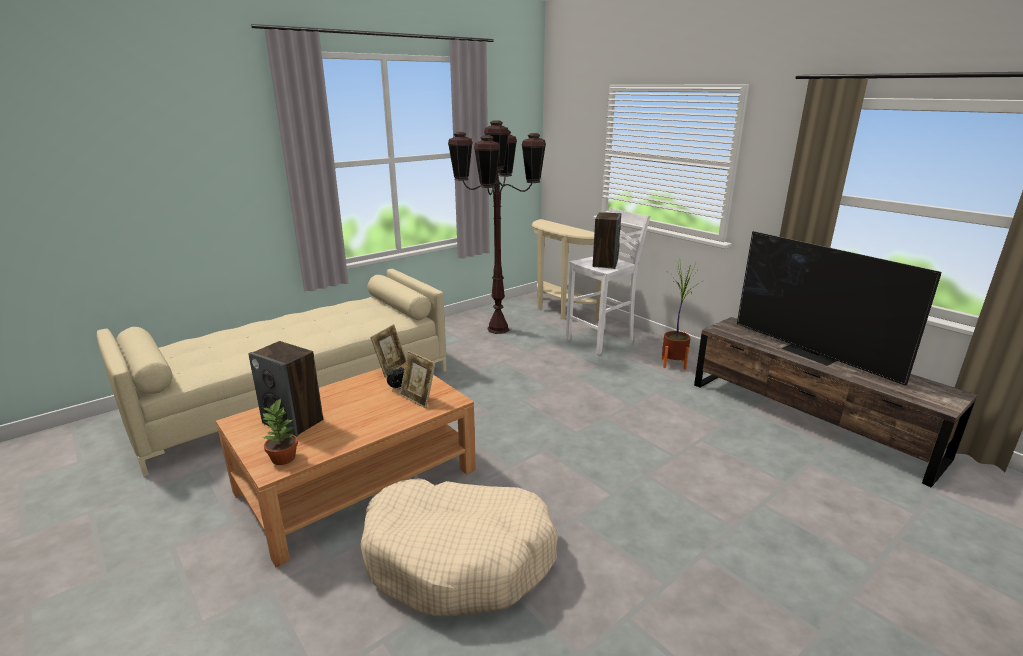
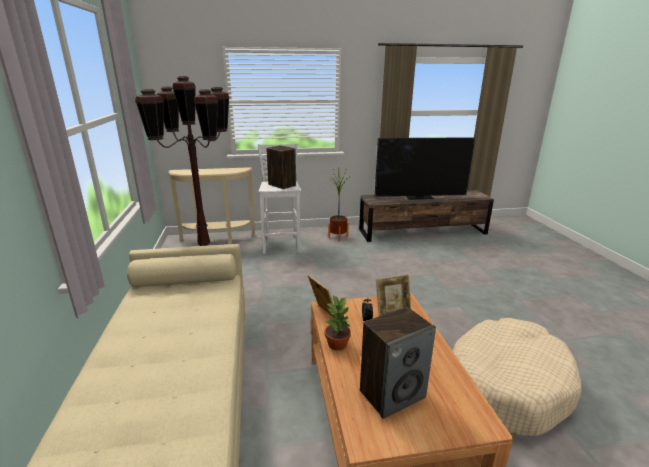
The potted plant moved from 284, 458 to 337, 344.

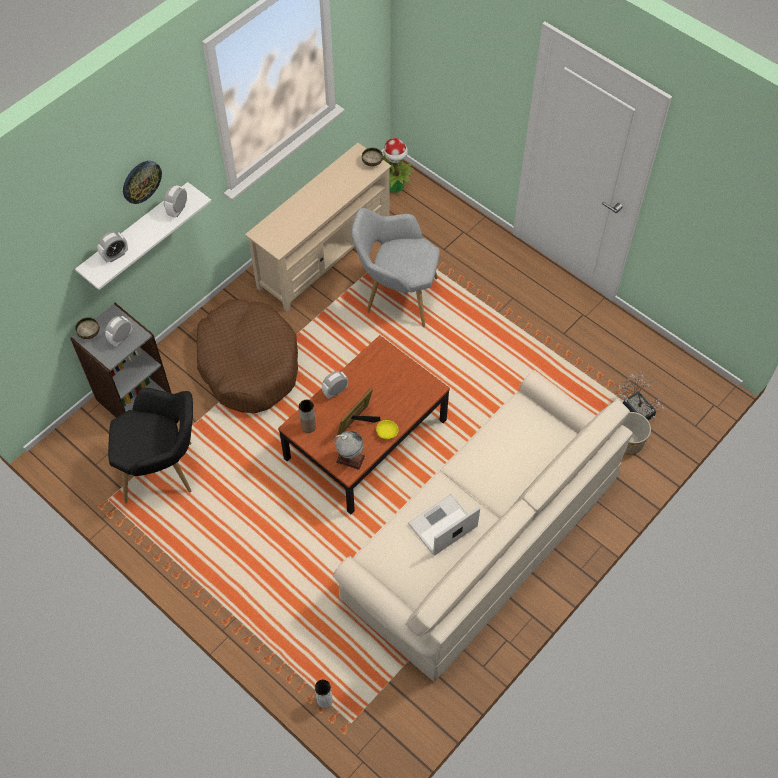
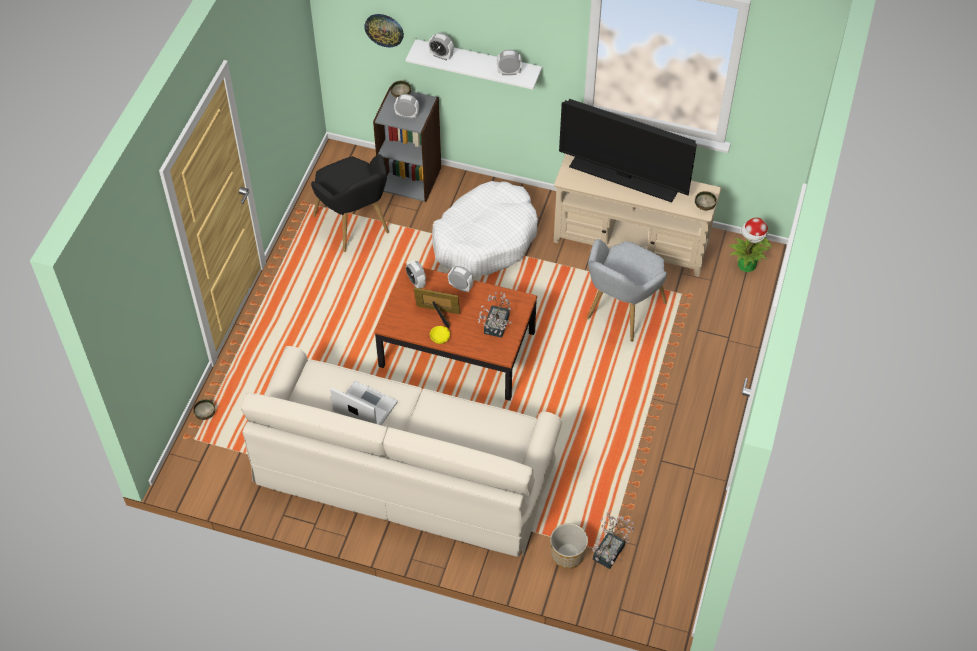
The wall clock moved from 141, 181 to 384, 29.
The dog bed (brown) at 248, 364 became the dog bed (white) at 485, 238.
The vase (brown) at 308, 426 was replaced by the alarm clock at 416, 282.
The vase (white) at 324, 700 was replaced by the bowl at 205, 414.
The globe at 350, 459 disappeared.
The armchair (grey) at 396, 295 turned 135 degrees counterclockwise.
The potted plant at 495, 327 appeared.
The television at 624, 178 appeared.

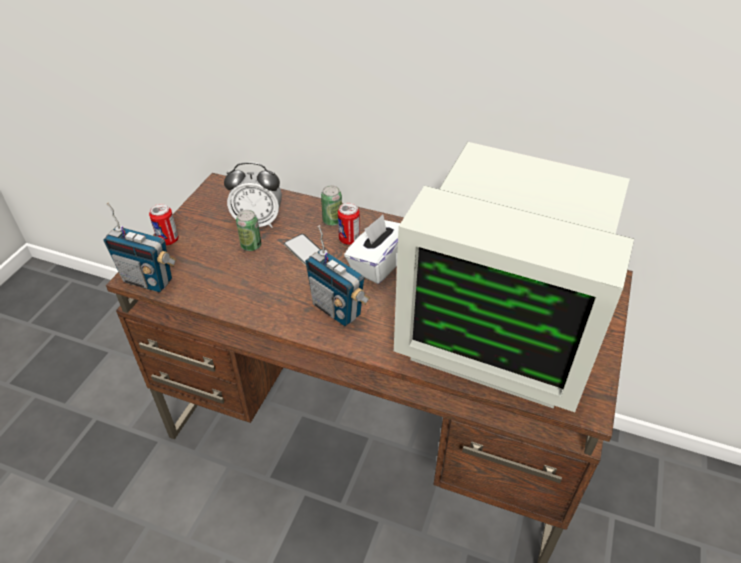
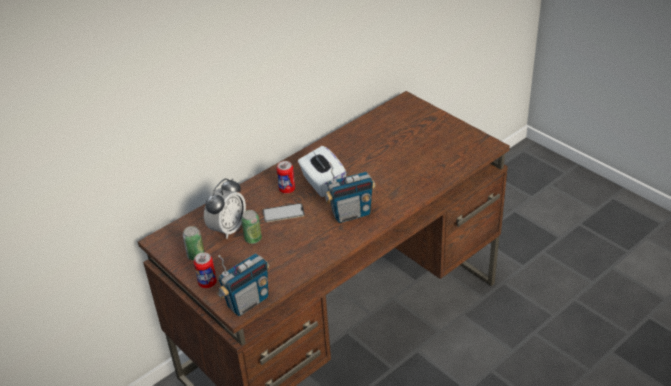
The can moved from 332, 221 to 196, 255.
The monitor at 499, 331 disappeared.

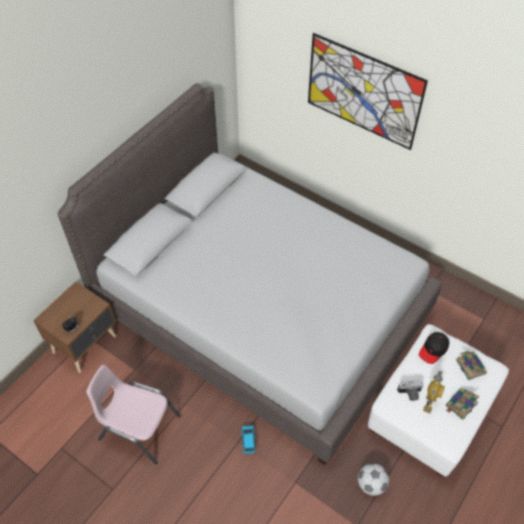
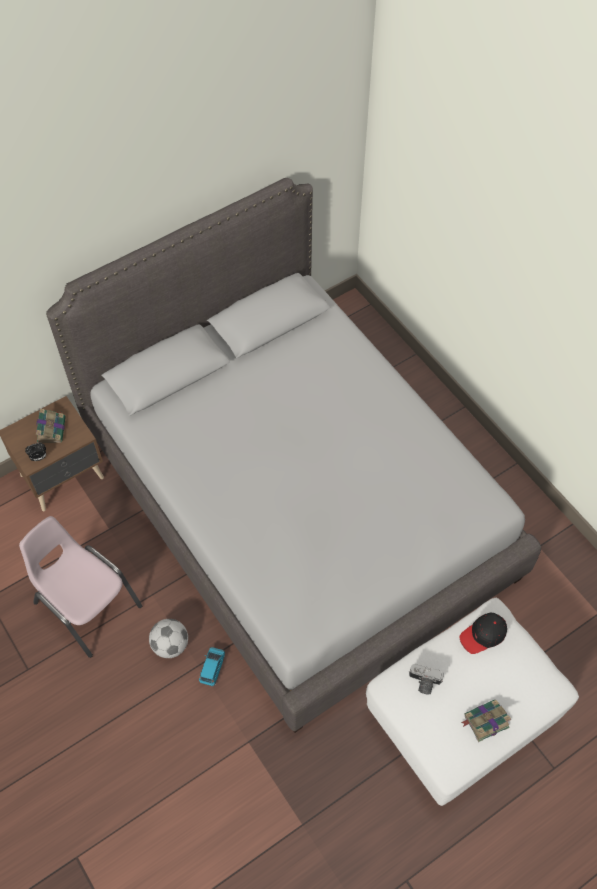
The picture at 363, 92 disappeared.
The football moved from 371, 484 to 170, 645.
The toy robot at 429, 403 disappeared.
The book moved from 470, 366 to 51, 429.

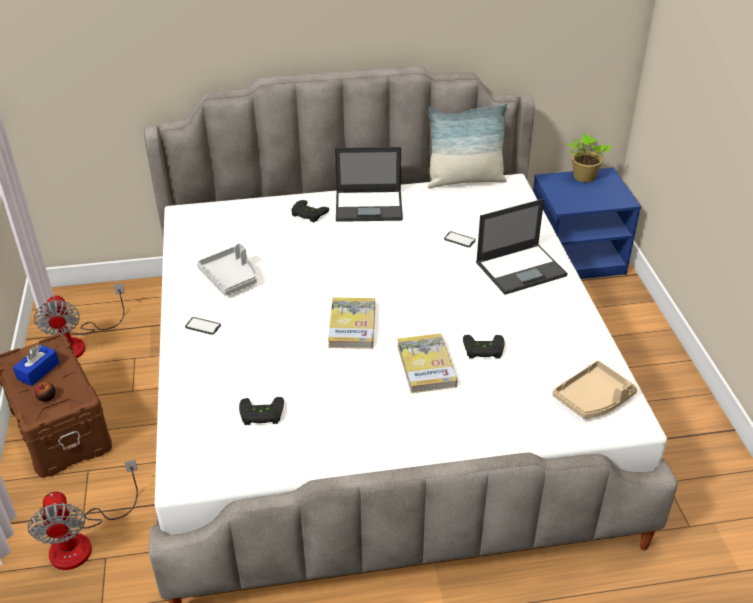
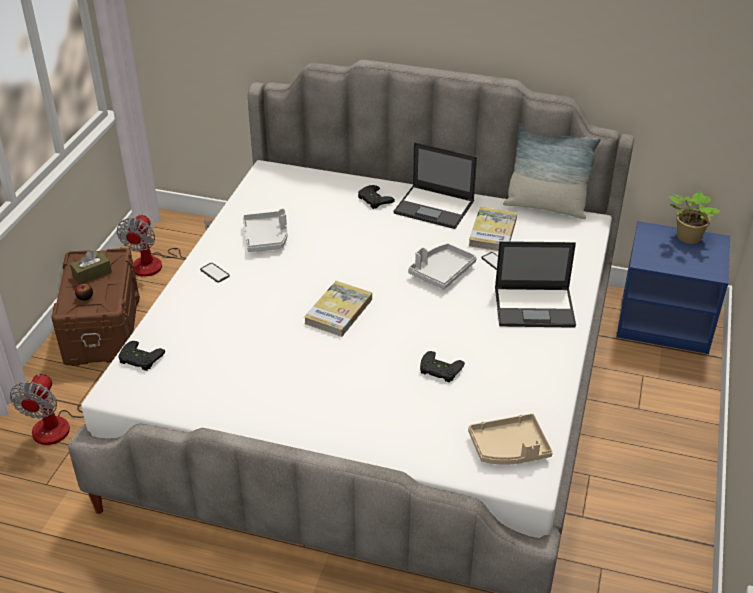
The tissue box (blue) at 38, 371 became the tissue box (brown) at 92, 274.
The game controller (black) moved from 261, 415 to 139, 359.
The book moved from 426, 366 to 493, 232.
The tray (grey) at 441, 272 appeared.

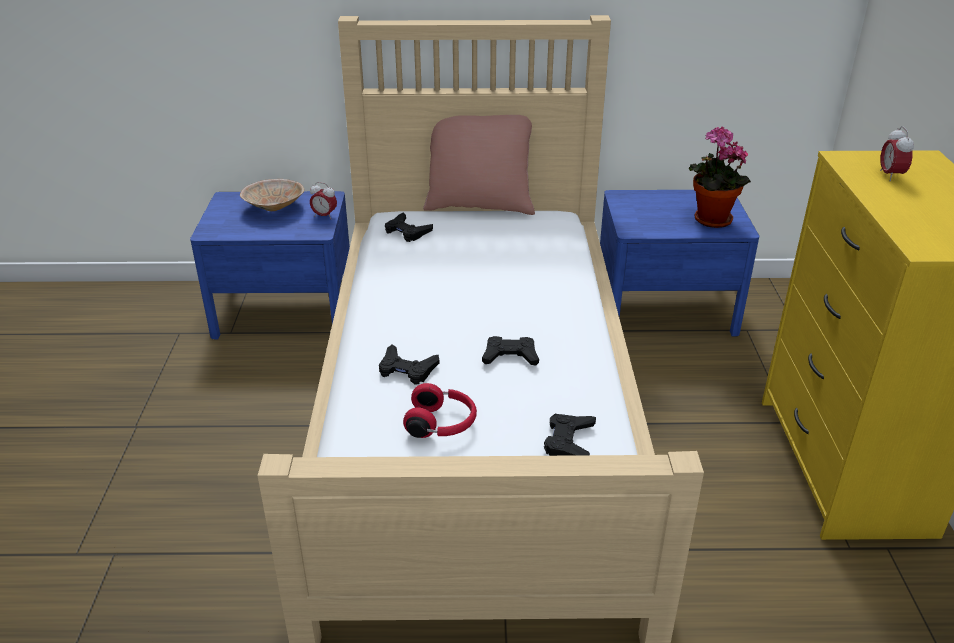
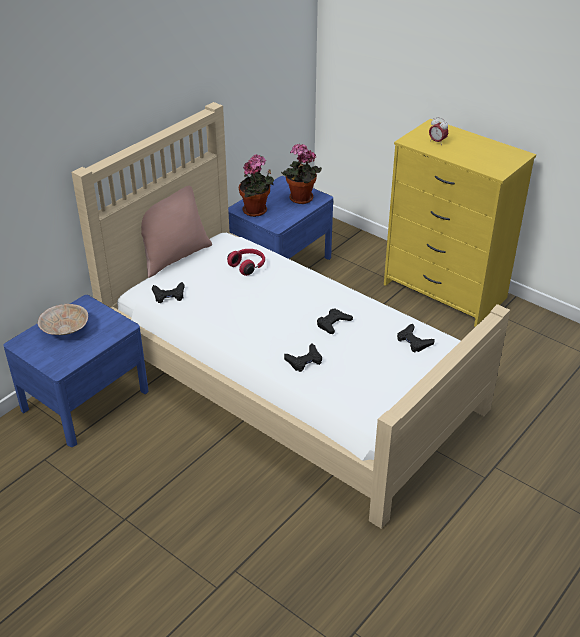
The alarm clock at 324, 216 disappeared.
The headphones (red) moved from 442, 424 to 248, 266.
The potted plant at 257, 211 appeared.

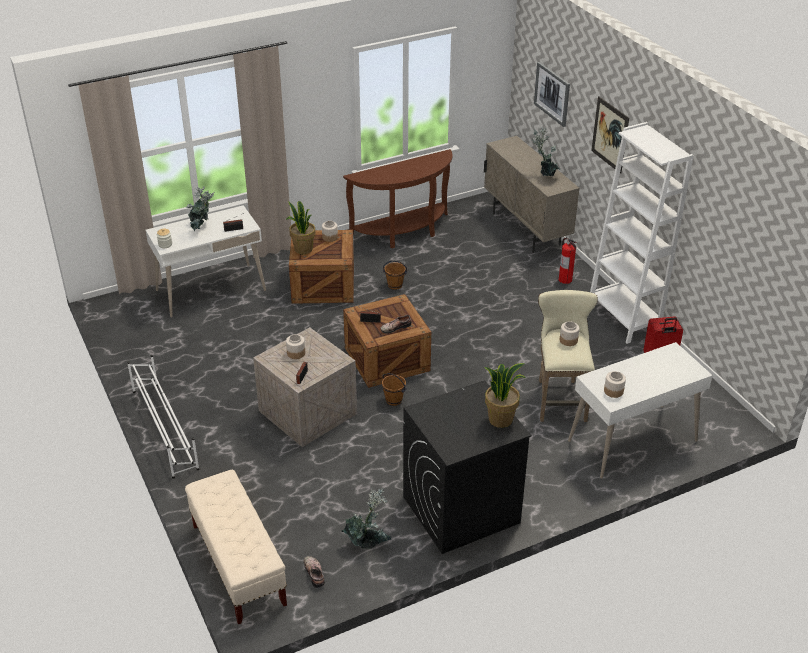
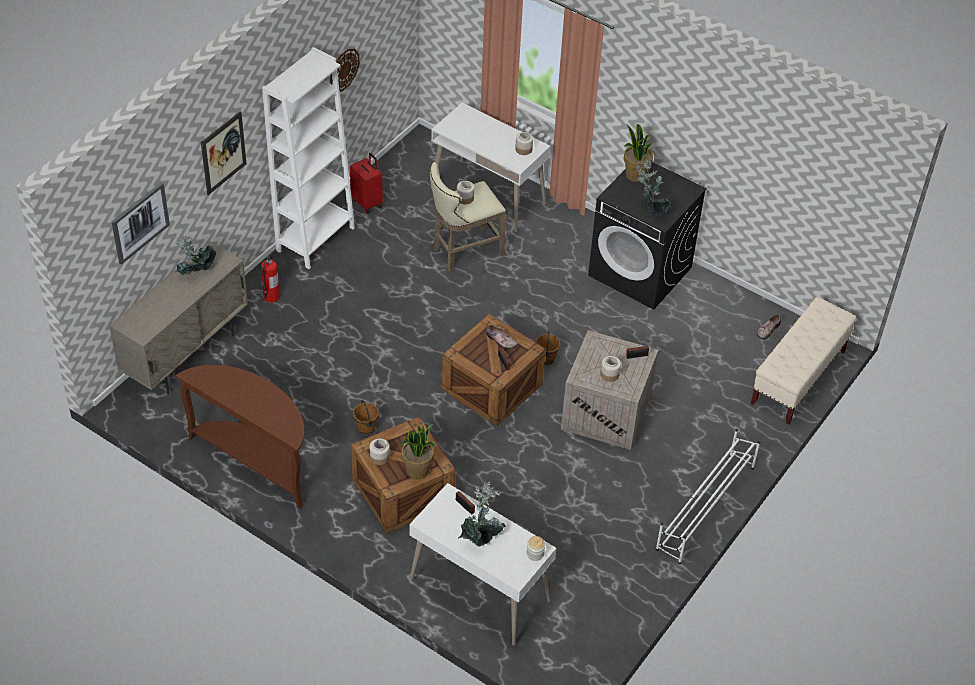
The potted plant moved from 368, 542 to 651, 210.
The wall clock at 344, 69 appeared.

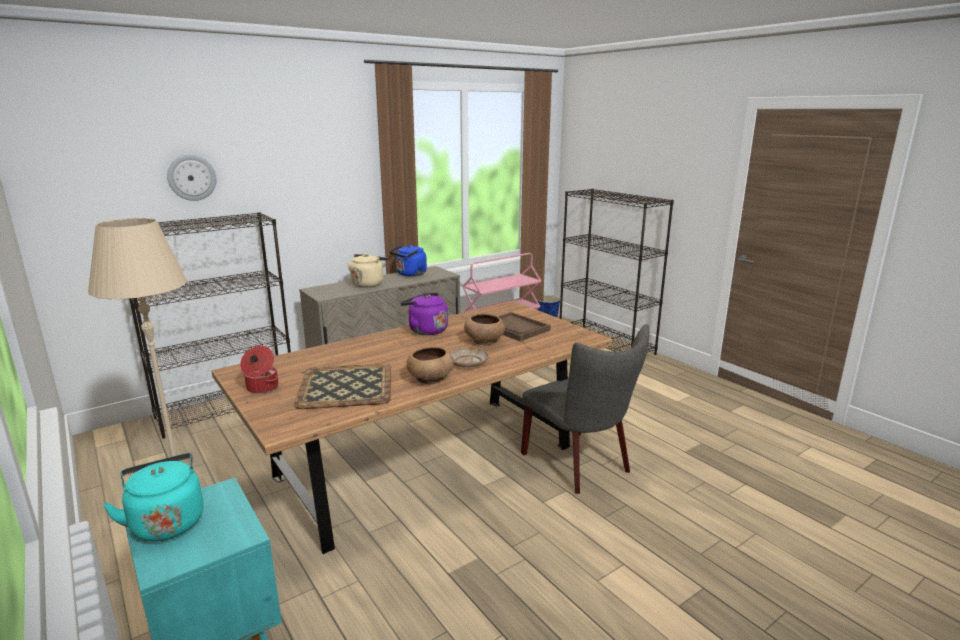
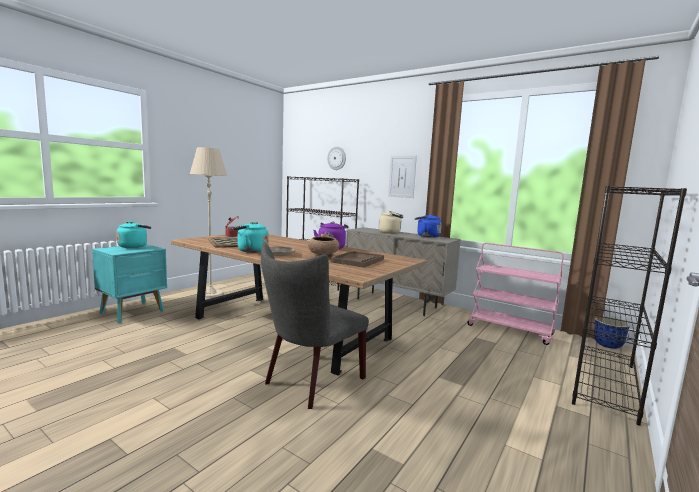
The bowl (brown) at 430, 379 was replaced by the kettle (turquoise) at 250, 251.
The picture at 402, 176 appeared.

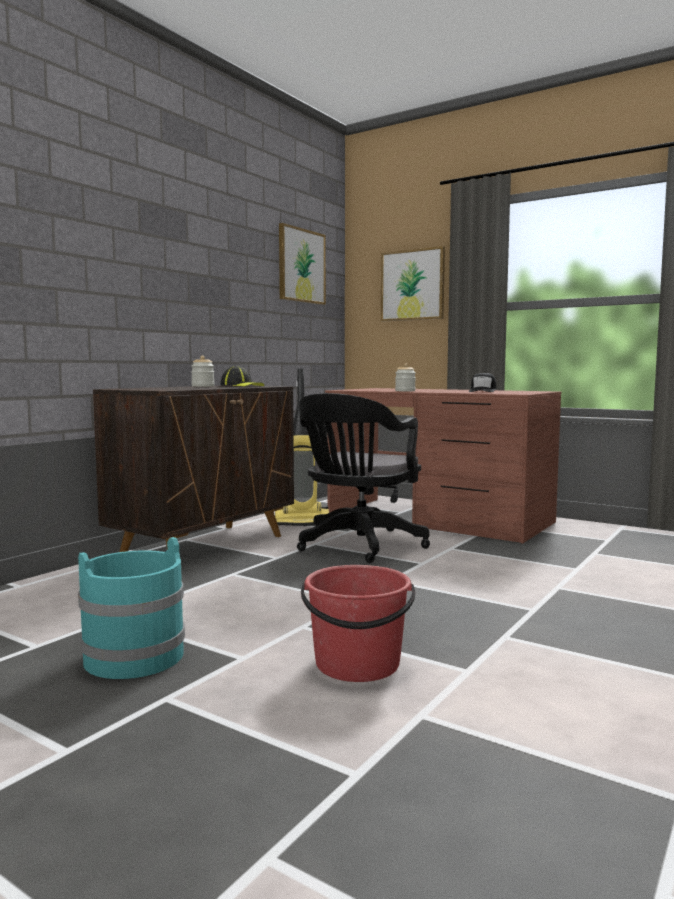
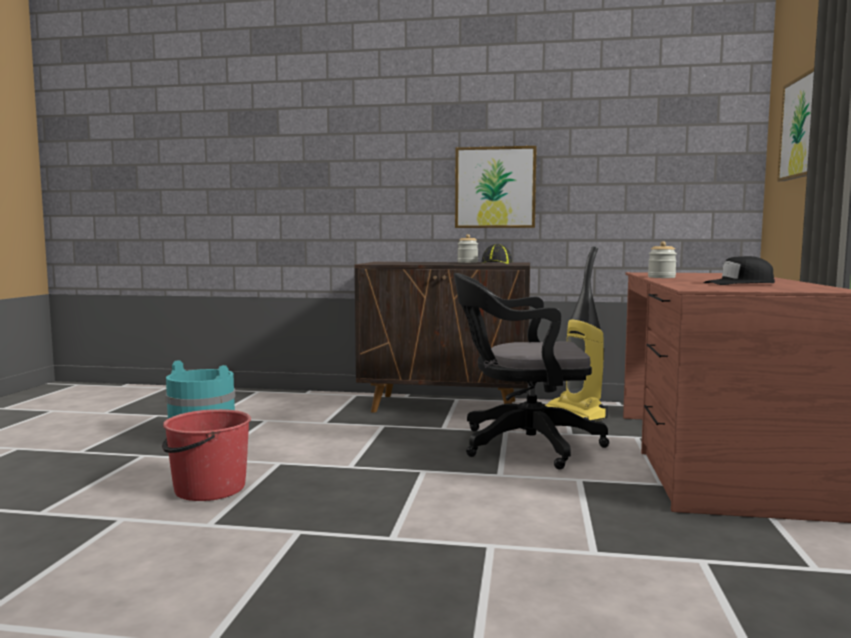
The picture moved from 301, 266 to 495, 187.

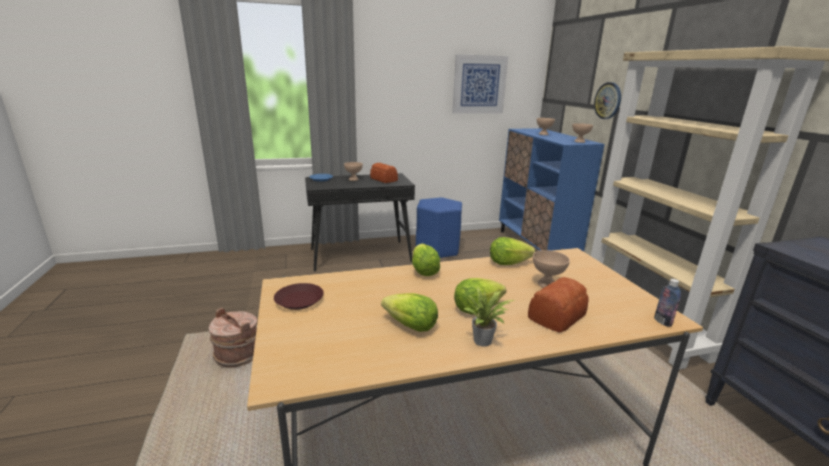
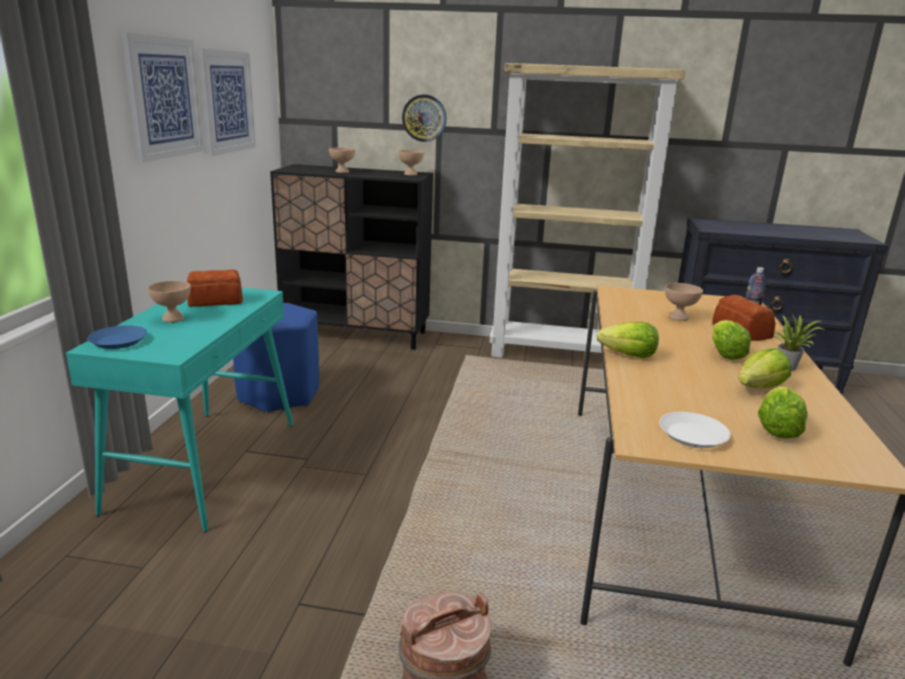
The plate (brown) at 299, 300 became the plate (white) at 692, 435.
The console table (black) at 361, 255 became the console table (turquoise) at 206, 464.
The lettuce moved from 508, 263 to 777, 429.
The cabinet (blue) at 536, 246 became the cabinet (black) at 356, 334.
The picture at 164, 98 appeared.

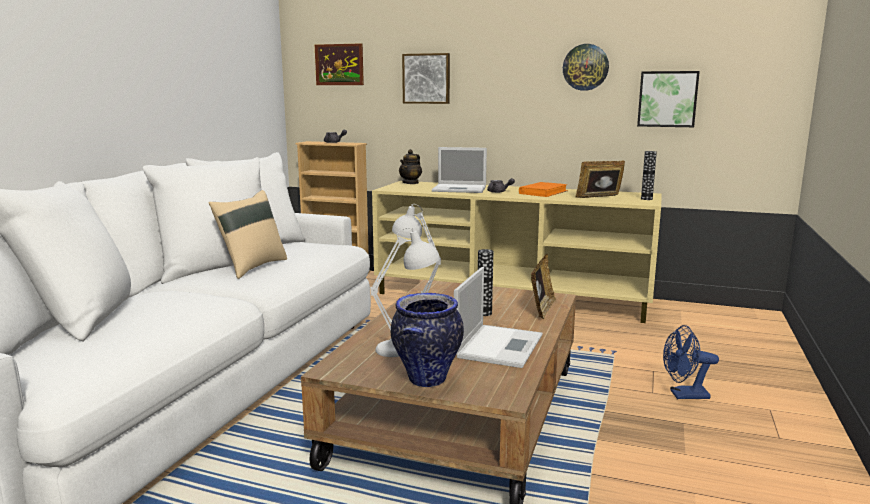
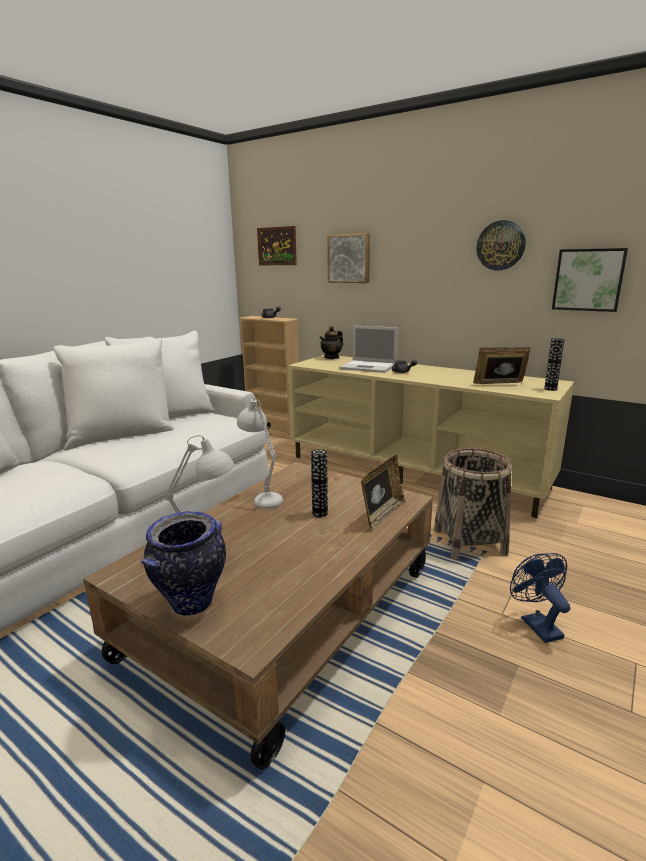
The pillow (beige) at 252, 267 disappeared.
The laptop at 499, 345 disappeared.
The book (orange) at 543, 192 disappeared.
The fan (blue) at 684, 395 turned 60 degrees clockwise.
The basket at 469, 542 appeared.

